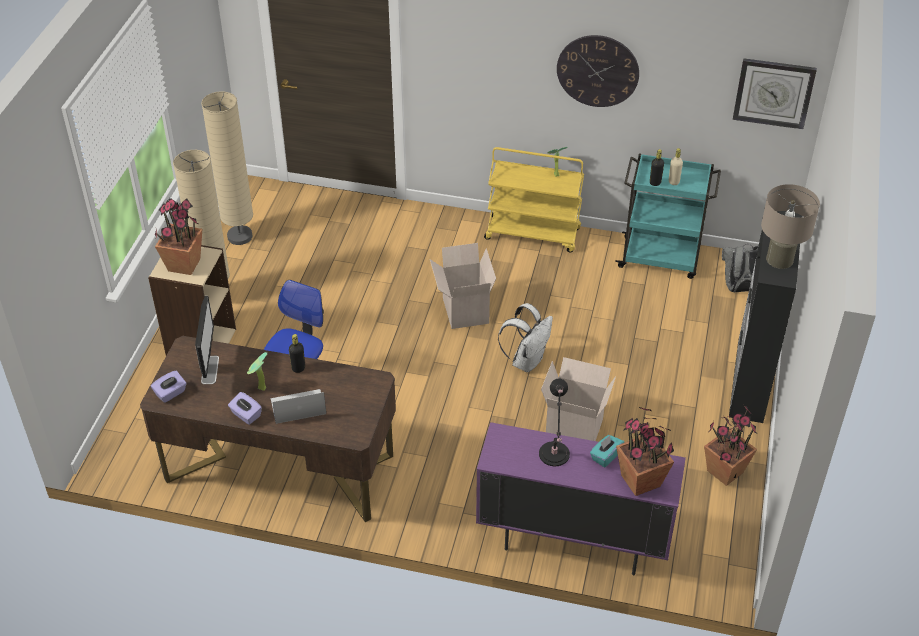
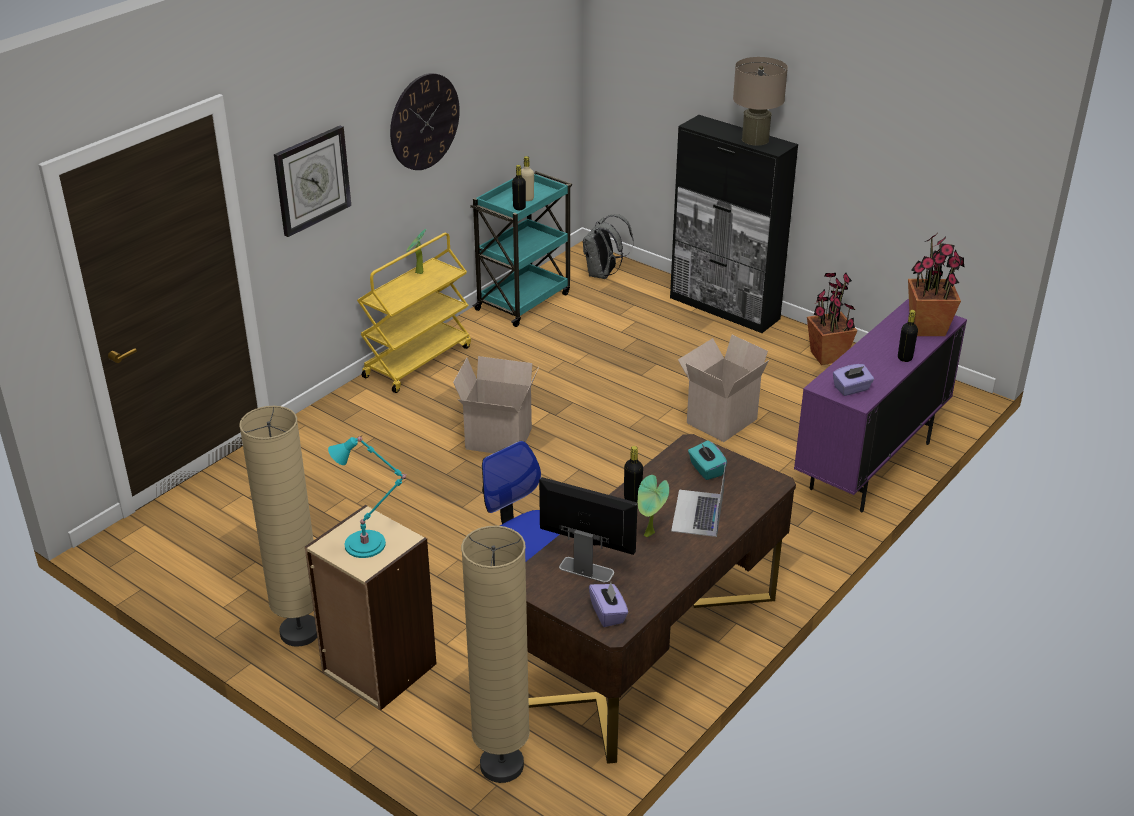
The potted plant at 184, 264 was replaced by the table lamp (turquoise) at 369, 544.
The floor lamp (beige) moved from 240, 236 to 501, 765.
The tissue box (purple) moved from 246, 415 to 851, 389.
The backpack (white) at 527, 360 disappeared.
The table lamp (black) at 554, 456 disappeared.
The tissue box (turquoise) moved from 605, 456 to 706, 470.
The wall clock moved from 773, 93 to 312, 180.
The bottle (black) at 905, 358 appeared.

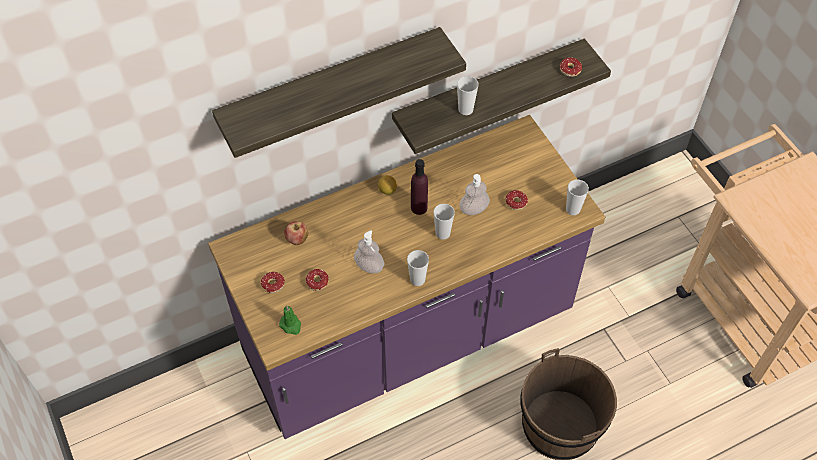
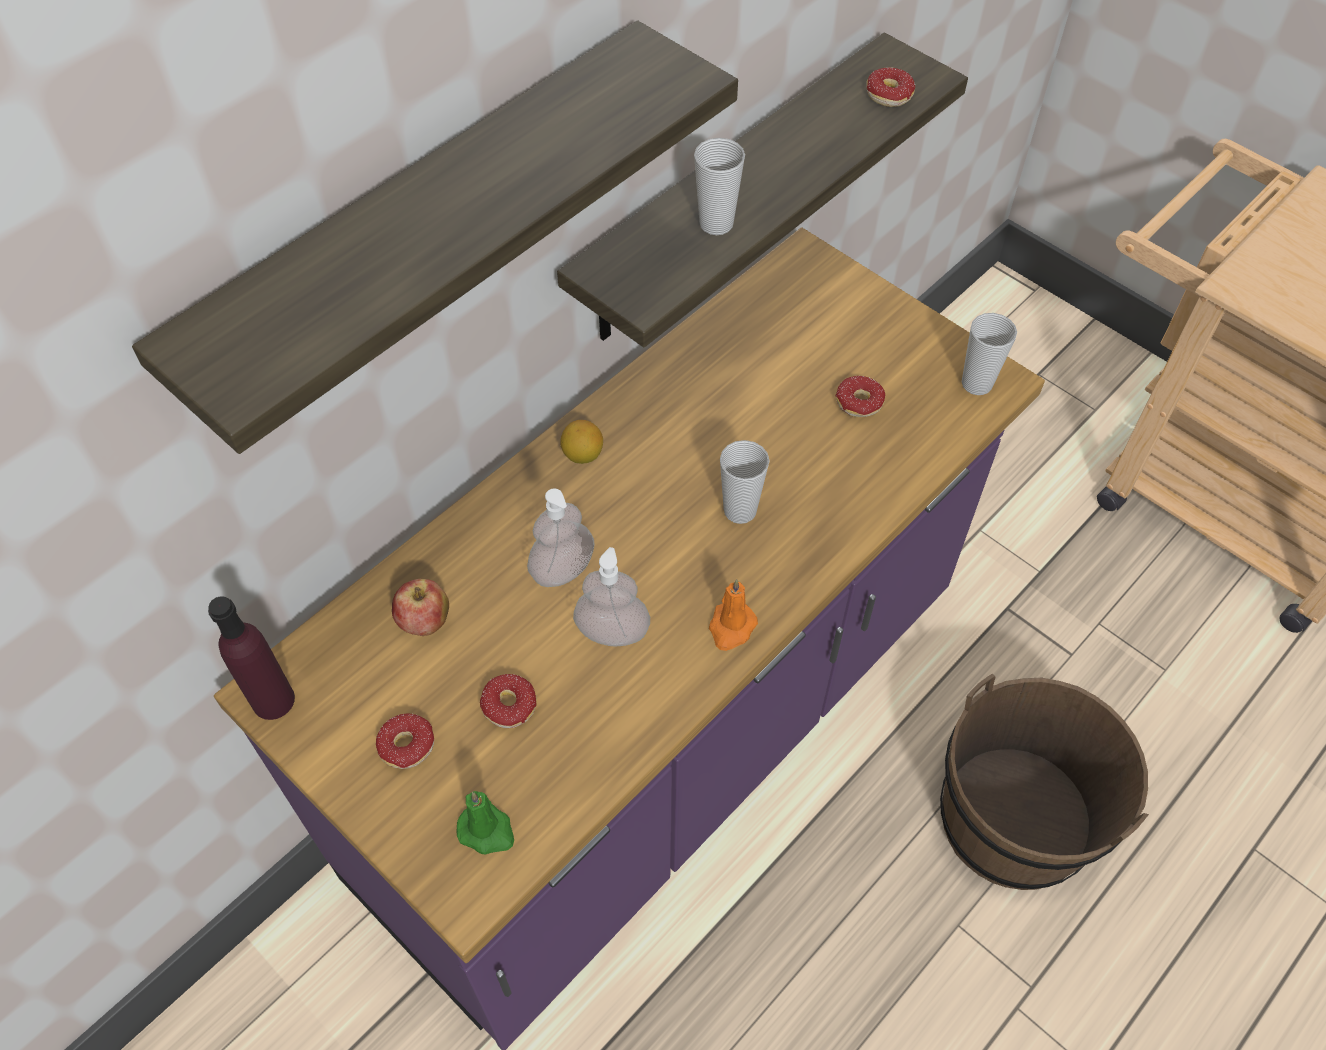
The cup at 417, 279 was replaced by the candle (orange) at 731, 628.
The bottle (purple) moved from 419, 207 to 273, 700.
The soap dispenser moved from 473, 209 to 562, 569.

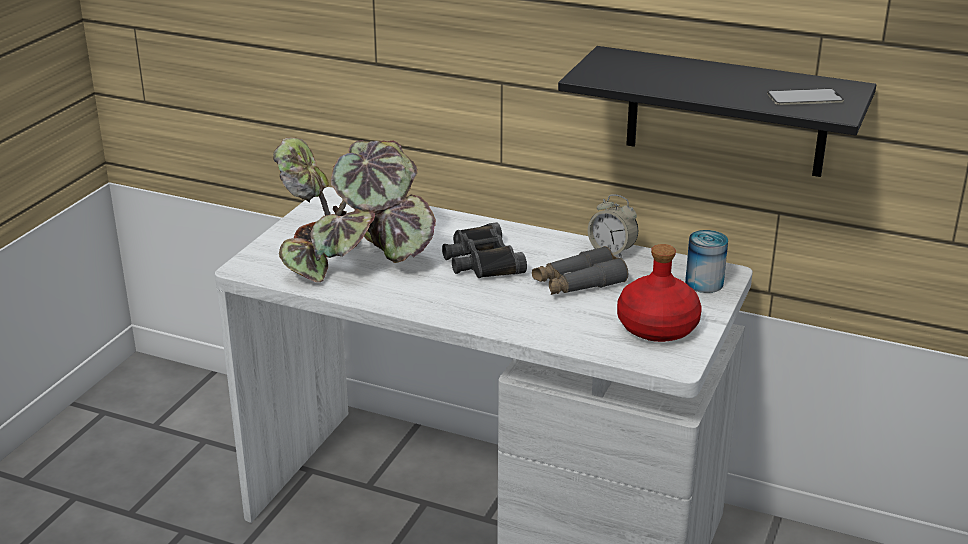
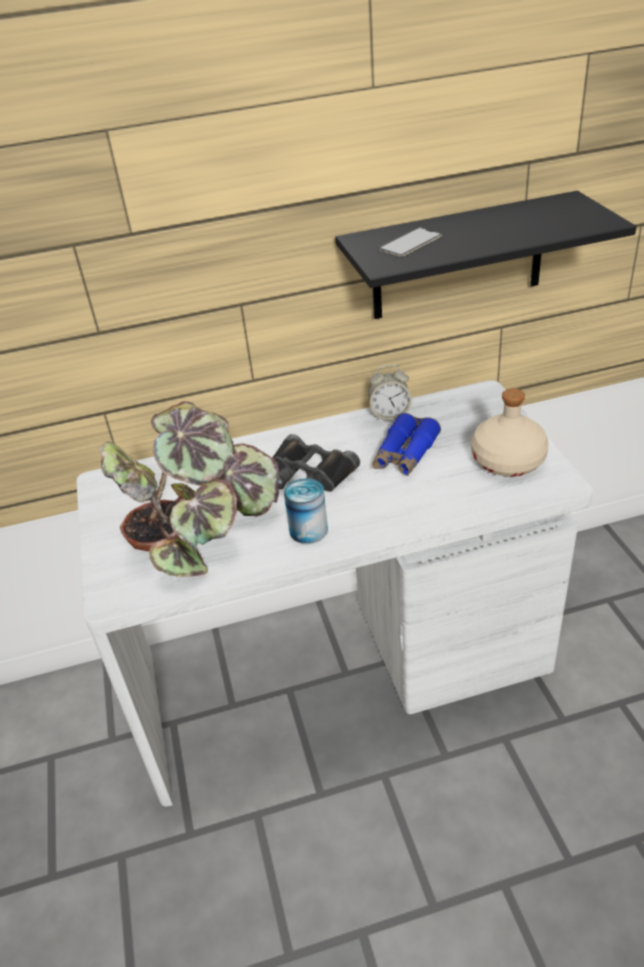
The binoculars (grey) at 578, 283 became the binoculars (blue) at 405, 454.
The bottle (red) at 656, 327 became the bottle (beige) at 507, 461.
The can moved from 704, 283 to 308, 530.
The phone moved from 805, 98 to 410, 243.

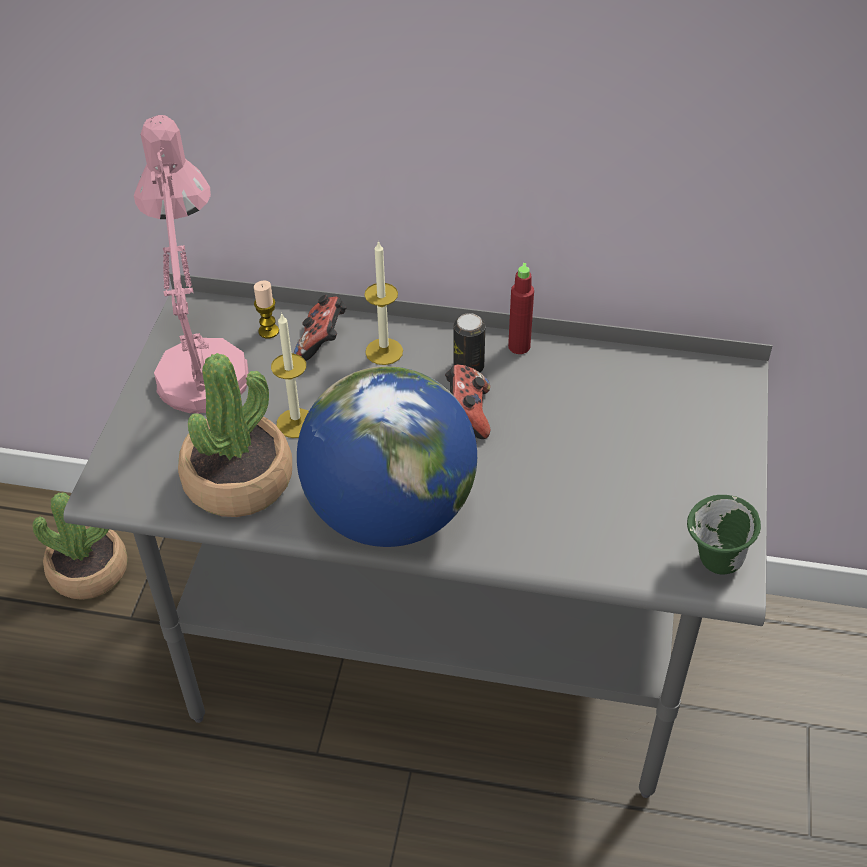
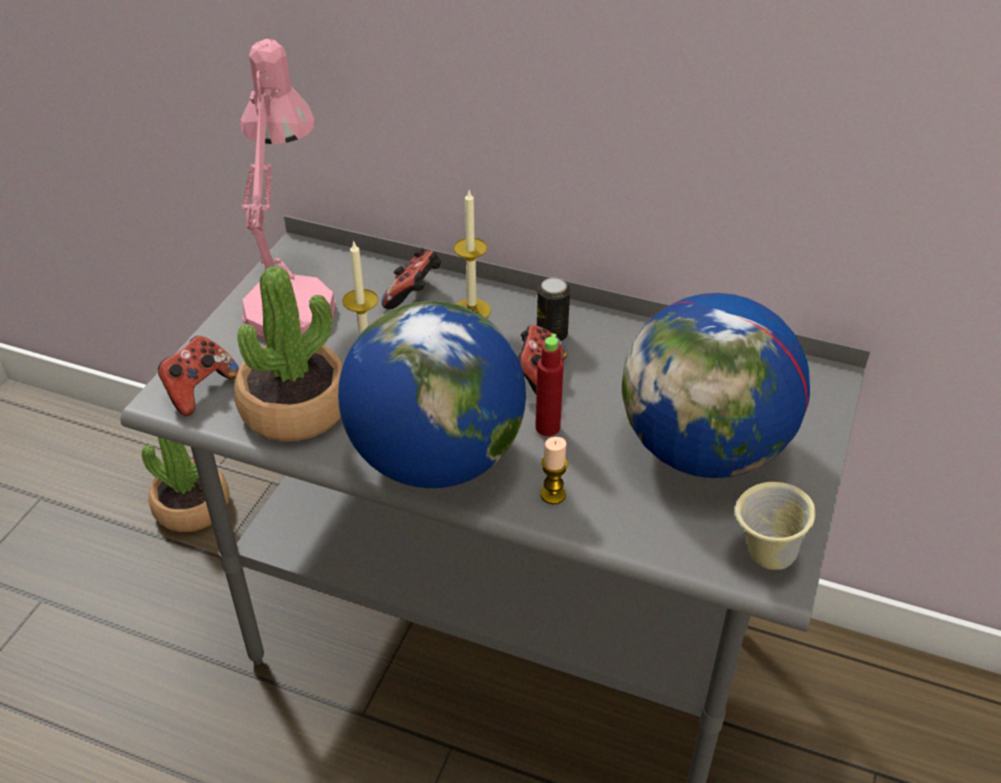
The candle moved from 268, 331 to 553, 495.
The bottle (red) moved from 519, 346 to 547, 427.
The mug (green) at 713, 563 became the mug (beige) at 763, 557.
The game controller at 199, 390 appeared.
The globe at 703, 450 appeared.

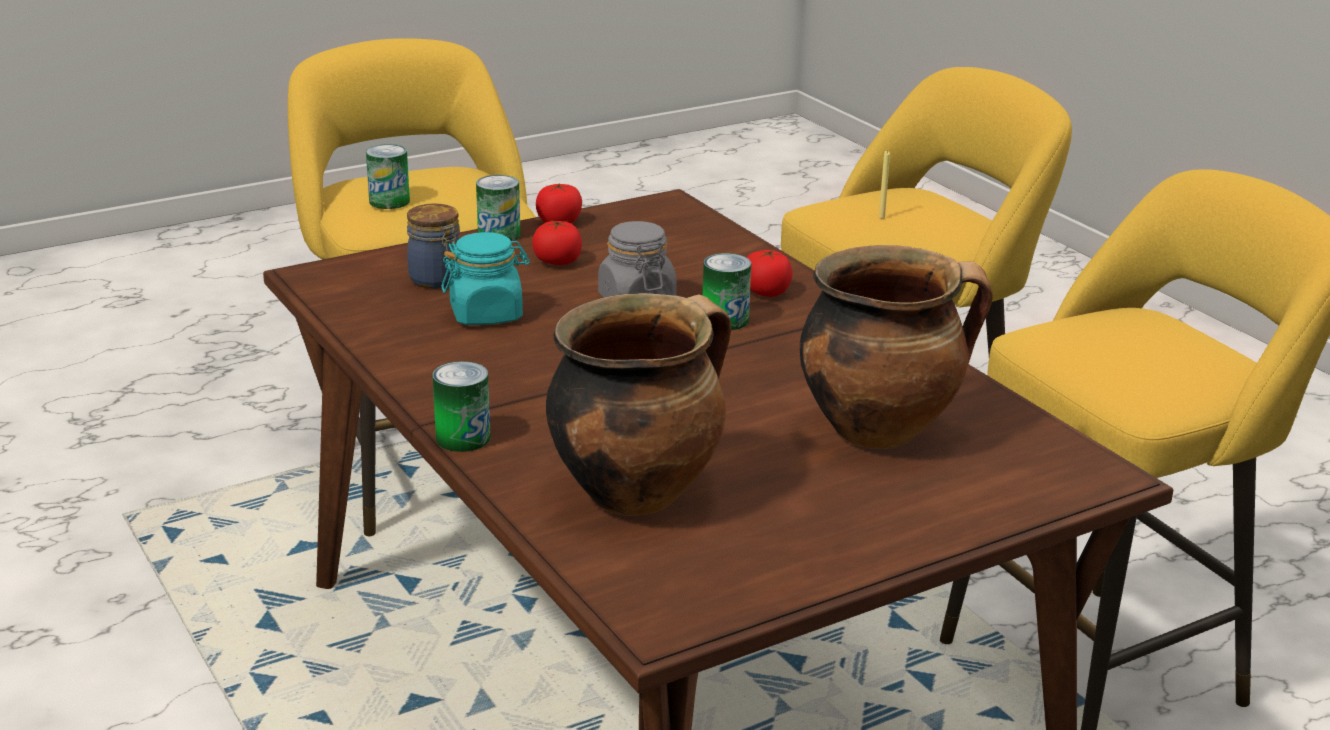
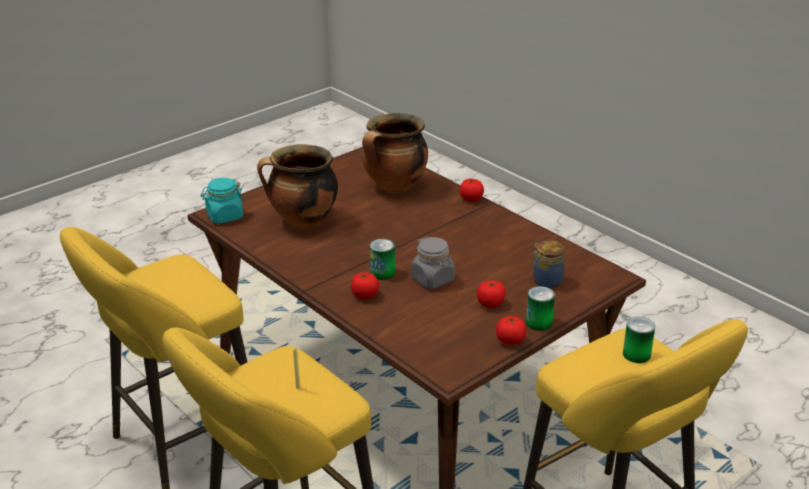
The can at 463, 438 was replaced by the tomato at 471, 199.
The jar (turquoise) moved from 486, 314 to 224, 216.

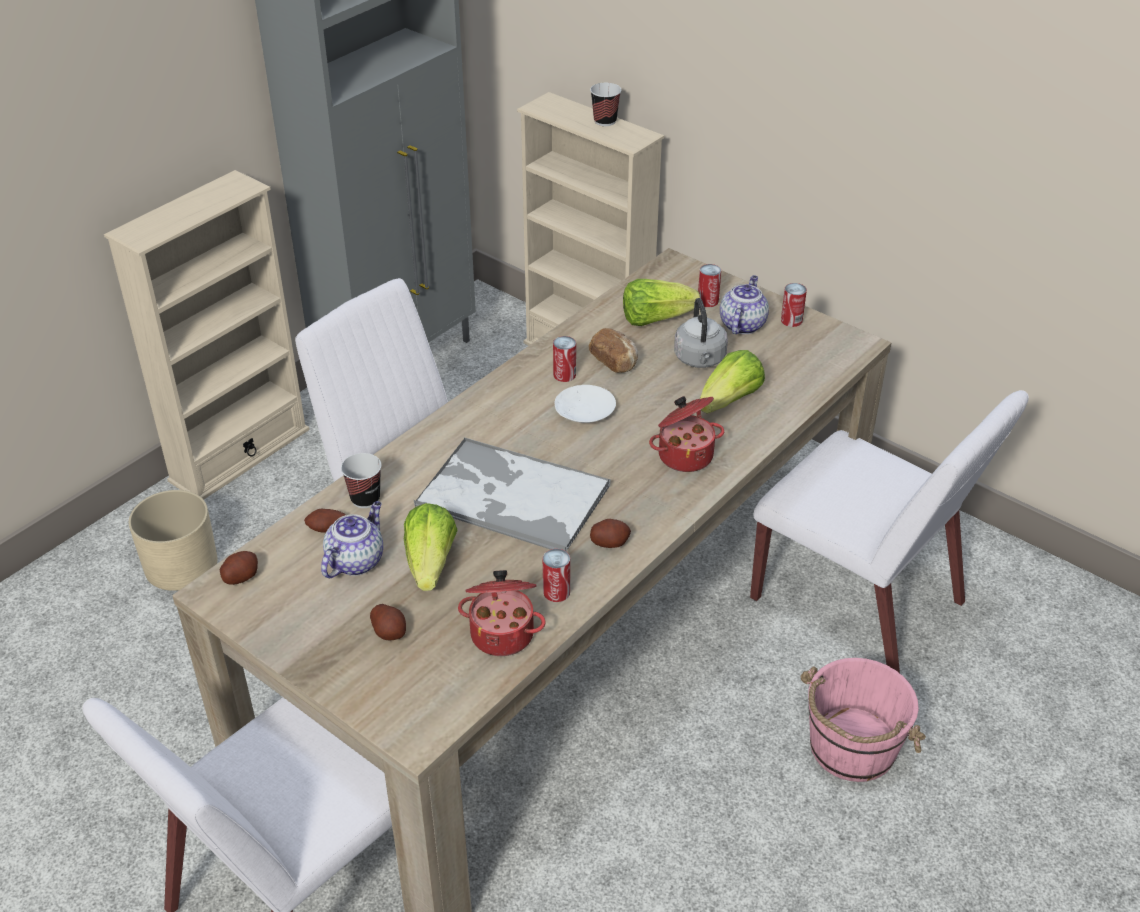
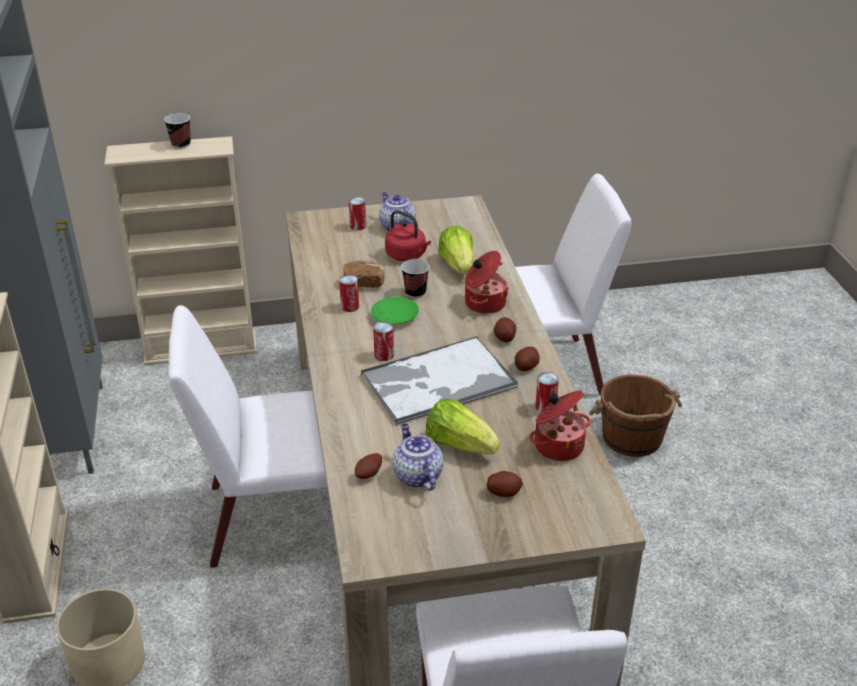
The potato moved from 241, 577 to 504, 337.
The cup moved from 365, 499 to 415, 293.
The plate (white) at 584, 410 became the plate (green) at 394, 316.
The lettuce at 655, 318 disappeared.
The kettle (grey) at 700, 360 became the kettle (red) at 407, 256.
The can moved from 791, 320 to 384, 355.
The bucket (pink) at 851, 748 became the bucket (brown) at 632, 438.

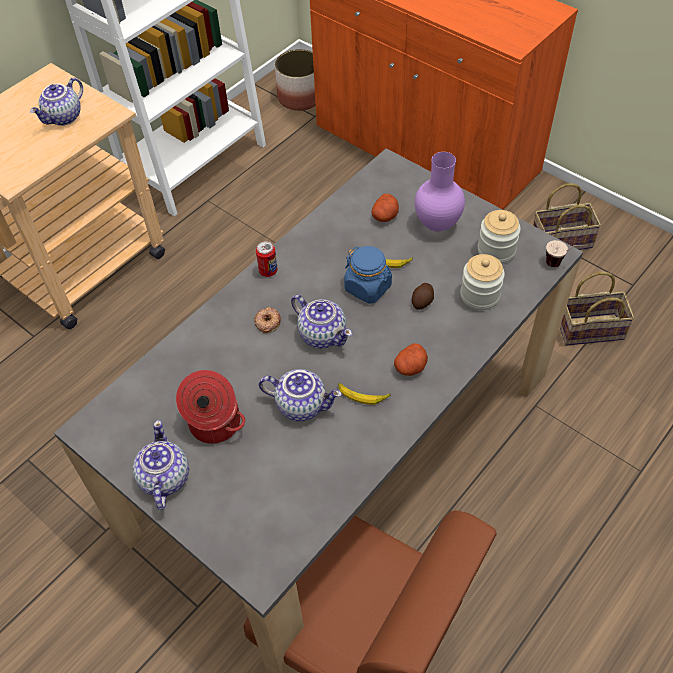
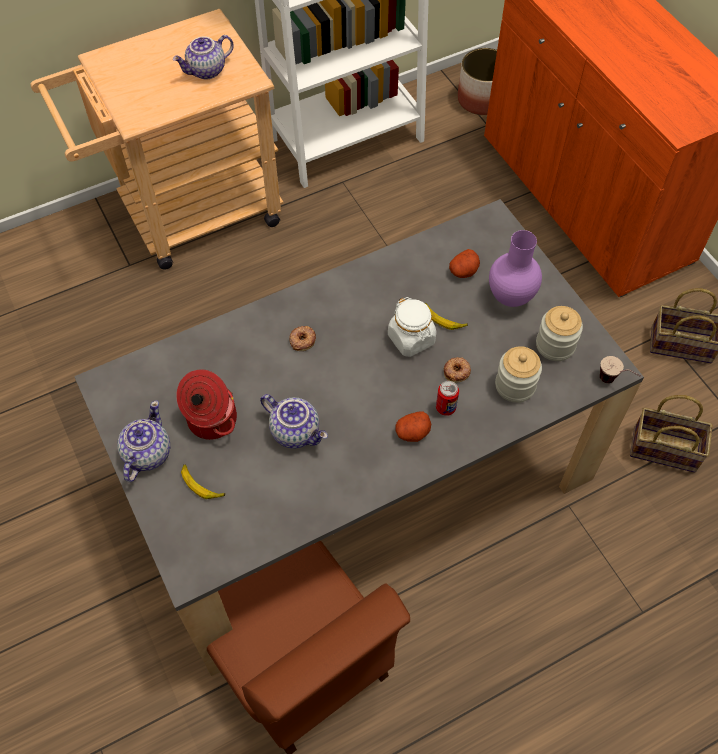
The can moved from 268, 271 to 445, 408.
The teapot at 322, 334 disappeared.
The banana moved from 362, 395 to 201, 484.
The jar (blue) at 368, 287 became the jar (white) at 411, 339.
The potato at 423, 301 was replaced by the donut at 457, 371.

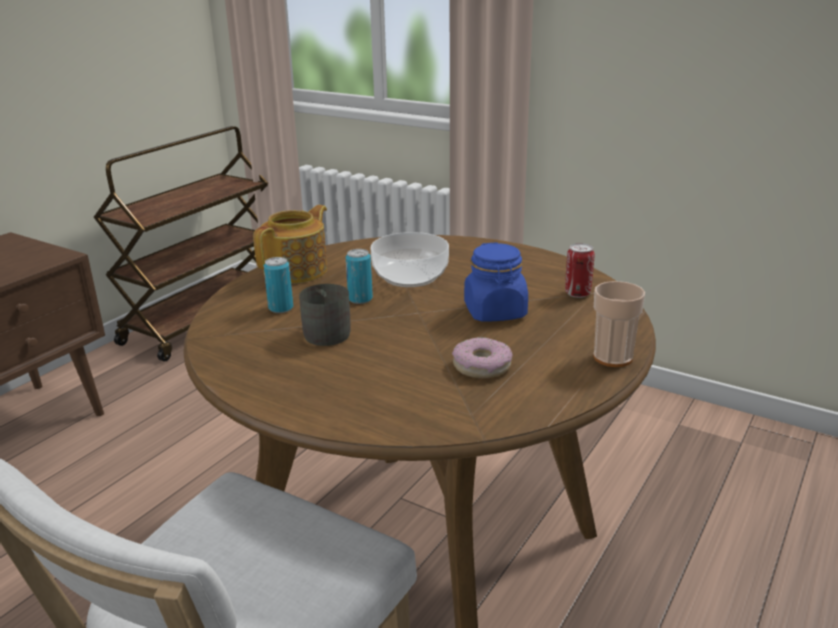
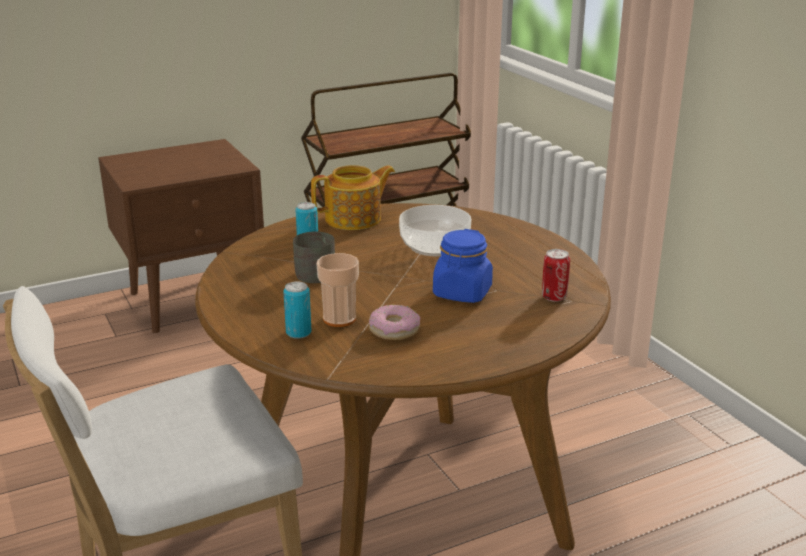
The can moved from 360, 299 to 298, 333.
The cup moved from 612, 357 to 339, 319.

